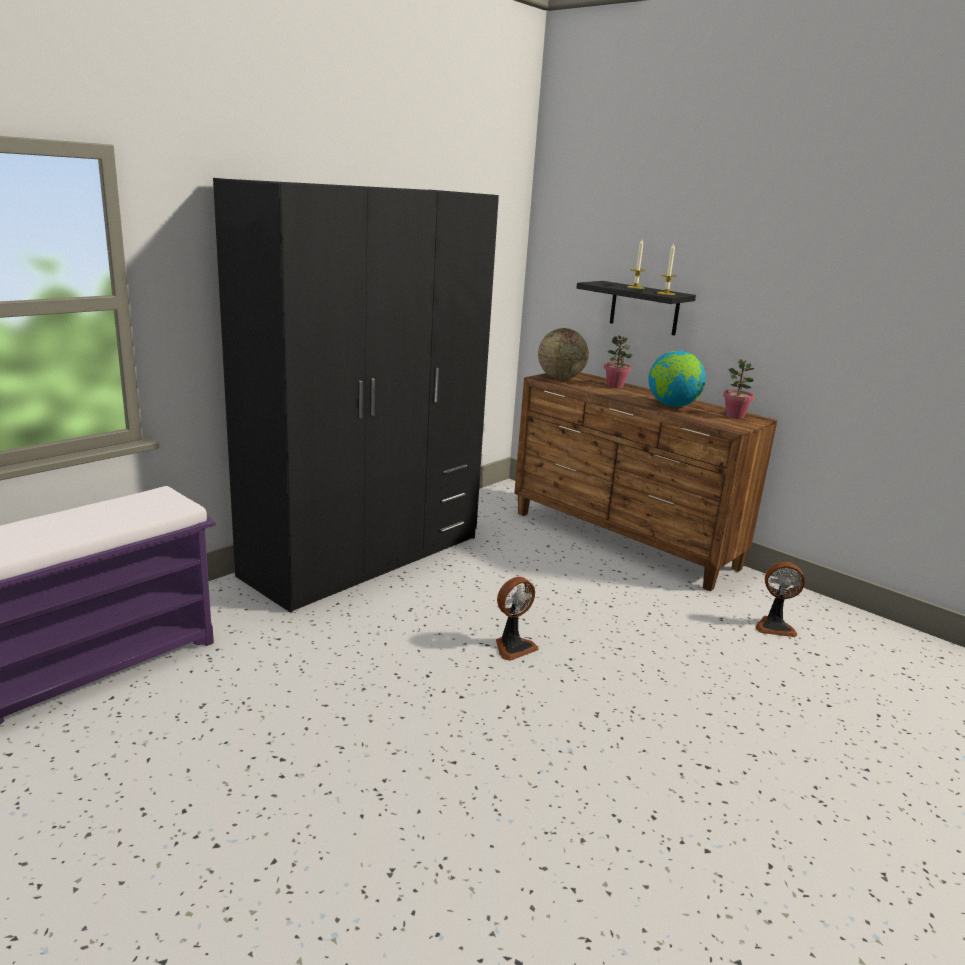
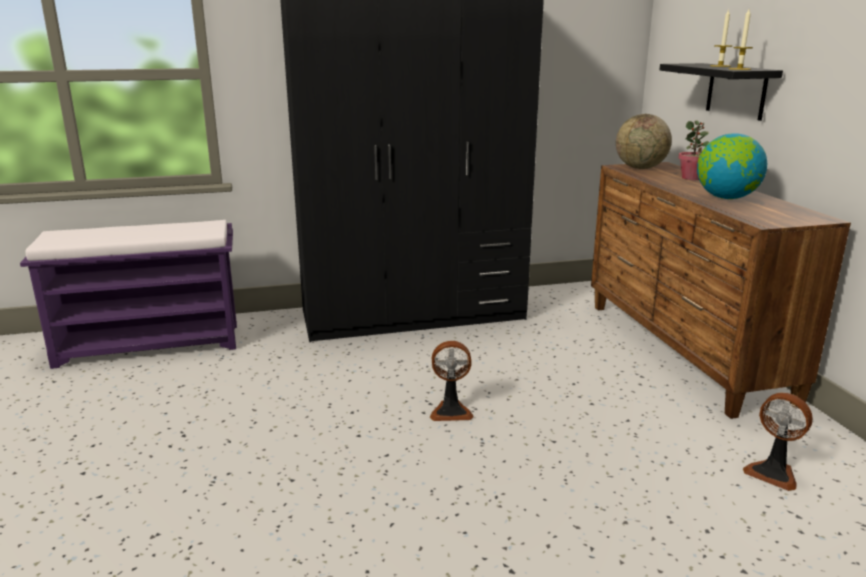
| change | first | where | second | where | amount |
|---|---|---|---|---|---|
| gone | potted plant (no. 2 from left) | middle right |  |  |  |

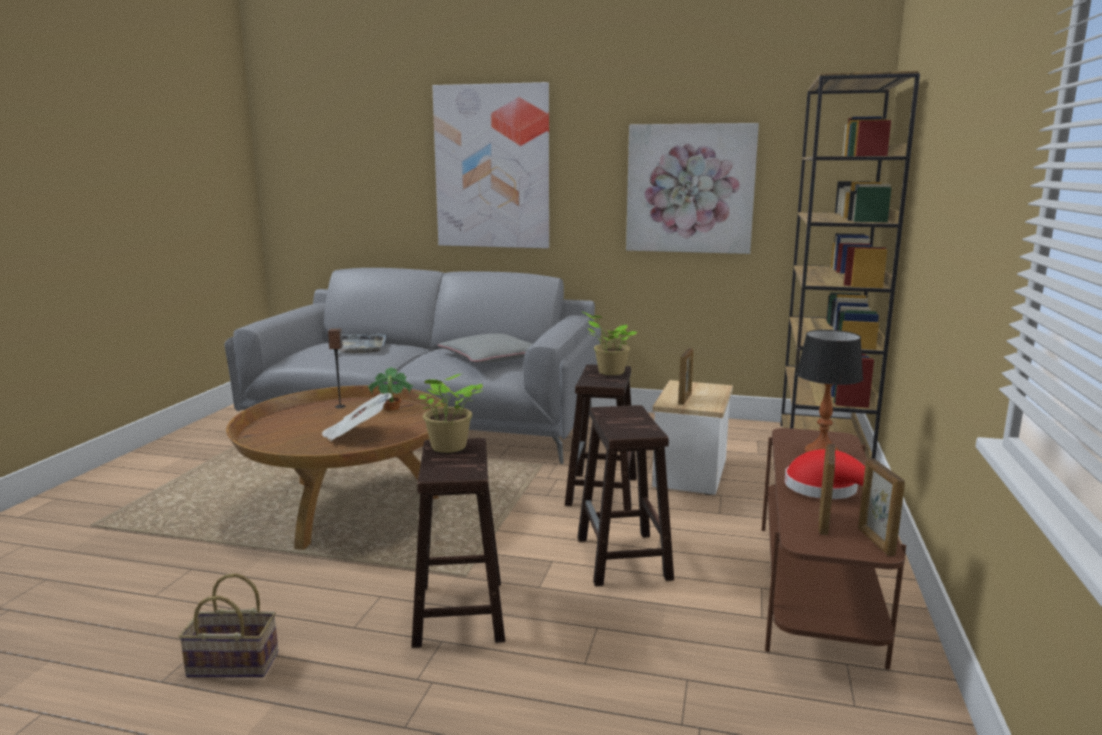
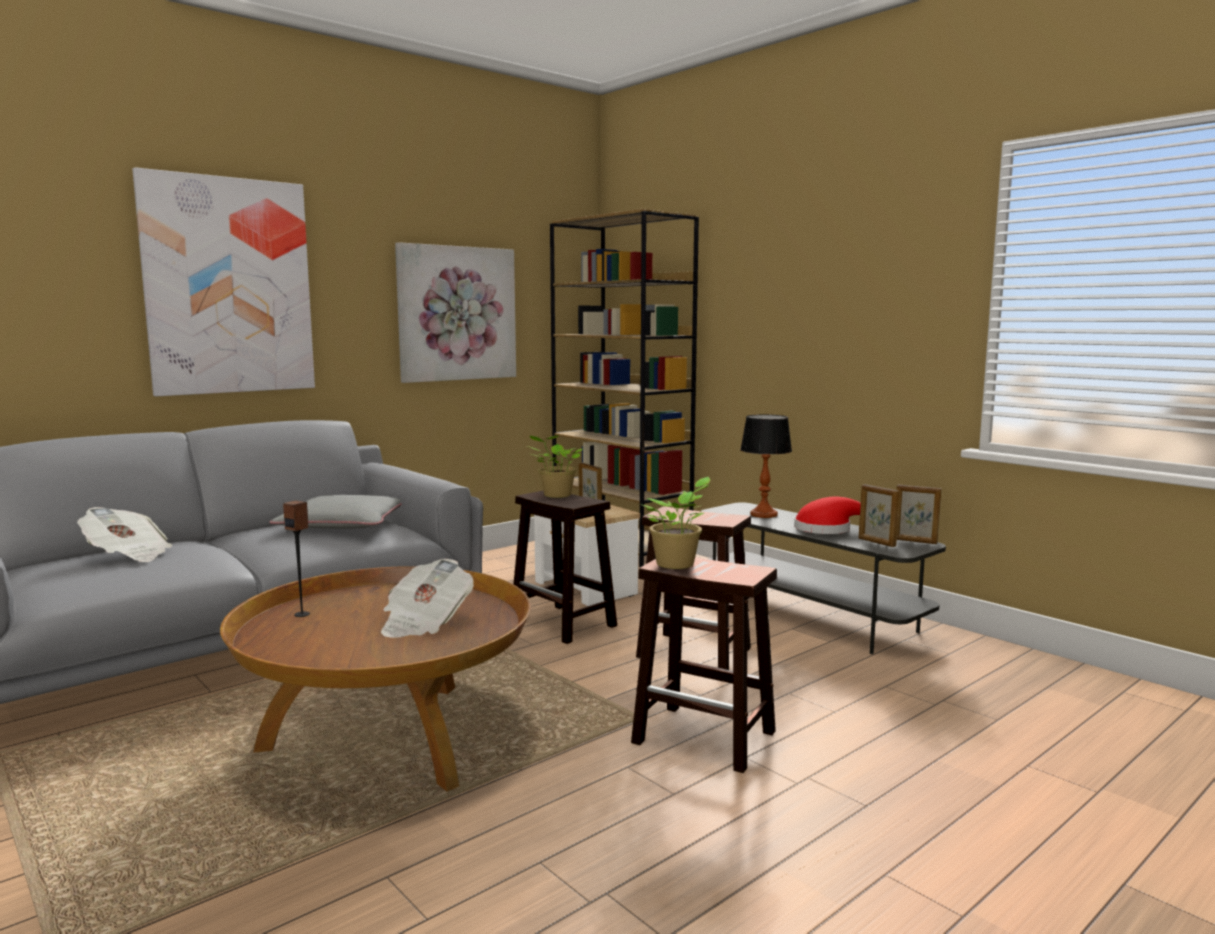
| change | first | where | second | where | amount |
|---|---|---|---|---|---|
| gone | basket | bottom left |  |  |  |
| gone | potted plant (no. 1 from left) | centre |  |  |  |
| swapped | tray (grey) | middle left | newspaper (no. 1 from left) | middle left |  |
| repainted | tv stand (brown) | bottom right | tv stand (grey) | middle right |  |

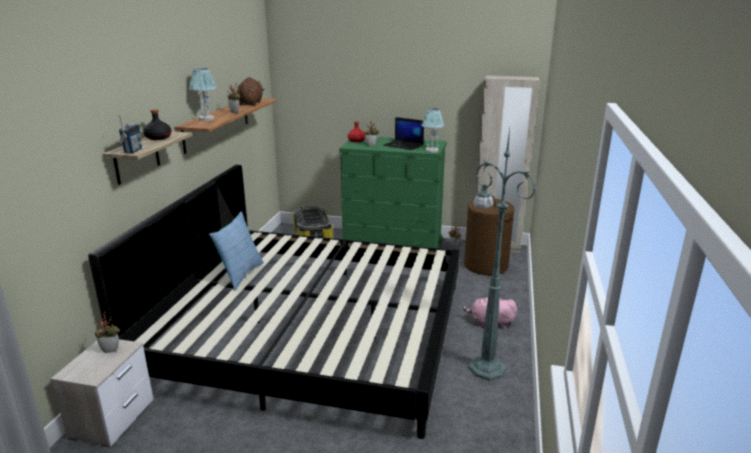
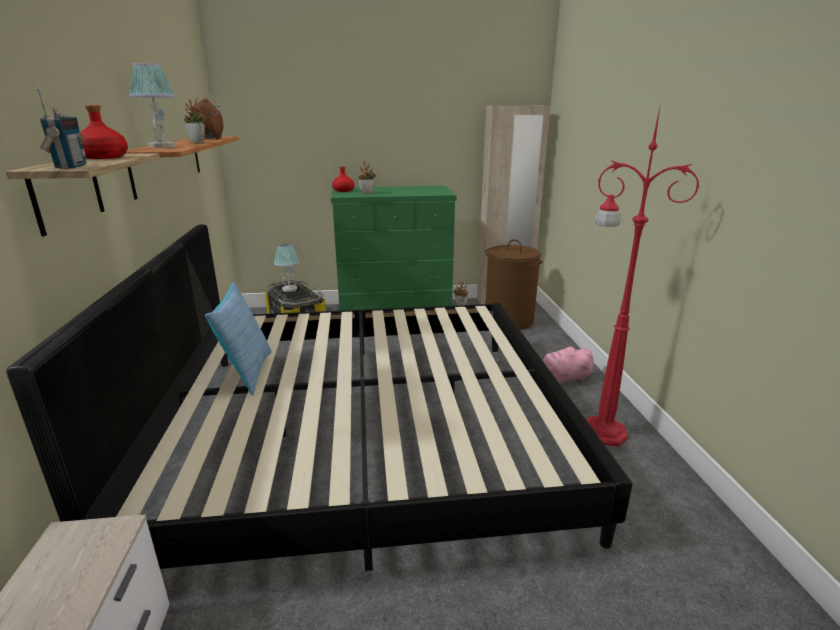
| change | first | where | second | where | amount |
|---|---|---|---|---|---|
| gone | potted plant (no. 1 from left) | bottom left |  |  |  |
| gone | laptop | top centre |  |  |  |
| shifted | table lamp (no. 2 from left) | top centre |  | centre |  |
| repainted | bottle (black) | top left | bottle (red) (no. 1 from left) | top left |  |
| repainted | floor lamp (green) | middle right | floor lamp (red) | middle right |  |

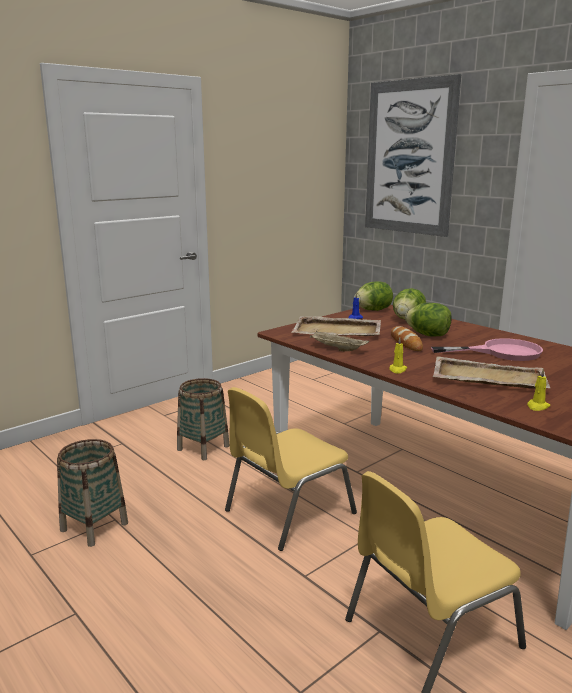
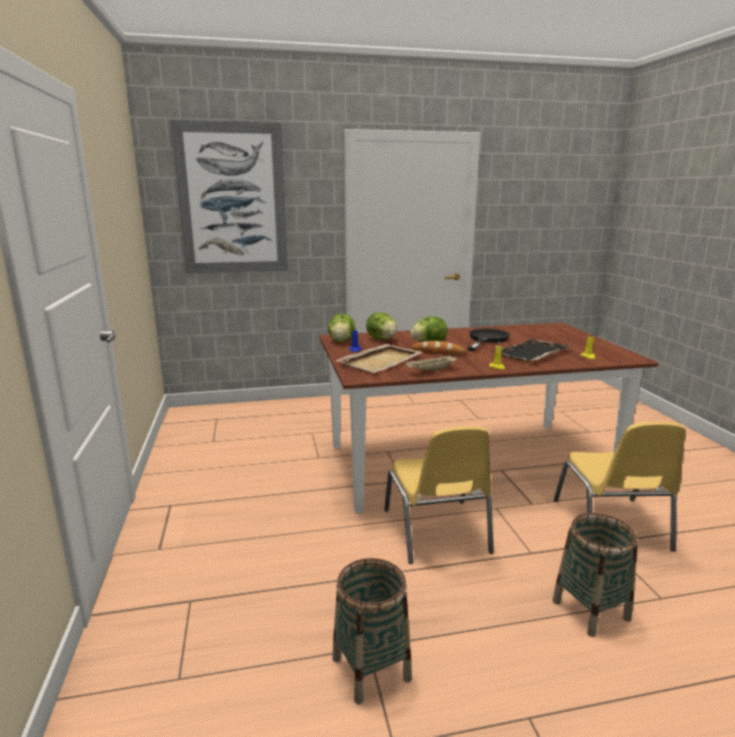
| change | first | where | second | where | amount |
|---|---|---|---|---|---|
| shifted | basket (no. 2 from left) | centre |  | bottom right |  |
| repainted | frying pan (pink) | middle right | frying pan (black) | centre |  |
| repainted | tray (beige) (no. 3 from left) | middle right | tray (black) | middle right |  |

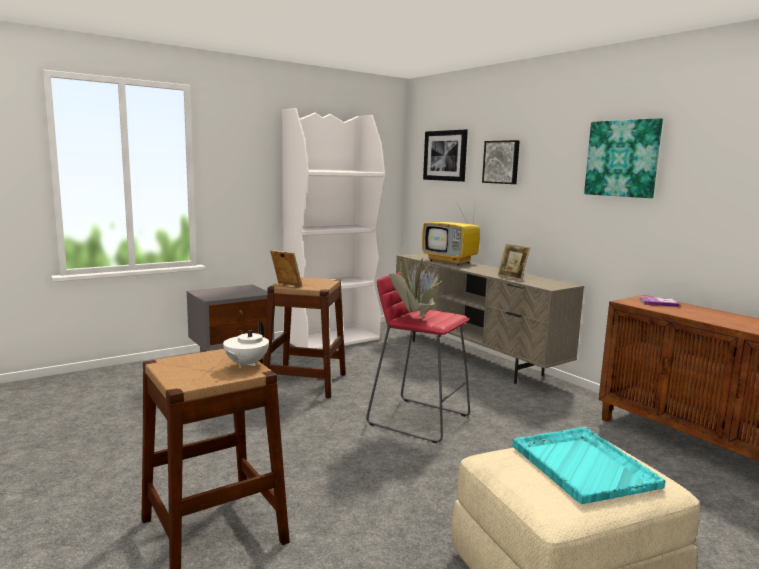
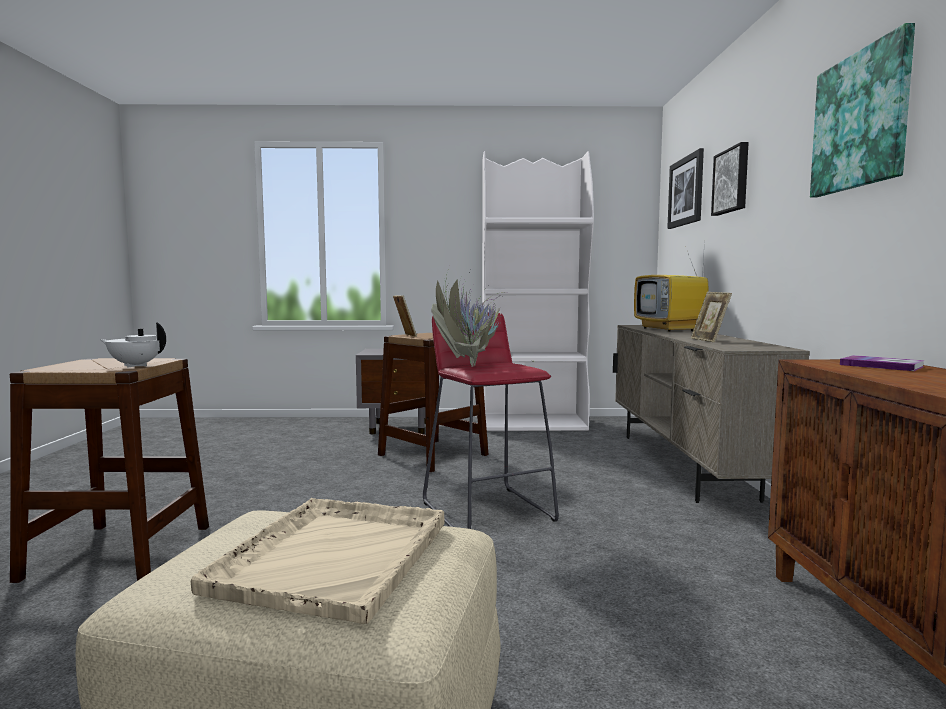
| change | first | where | second | where | amount |
|---|---|---|---|---|---|
| repainted | tray (turquoise) | bottom right | tray (beige) | bottom centre |  |
| rotated | teapot (white) | middle left |  | middle left | 45 degrees clockwise |

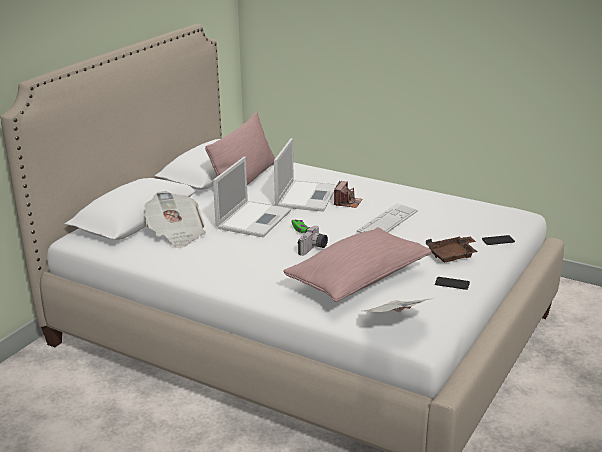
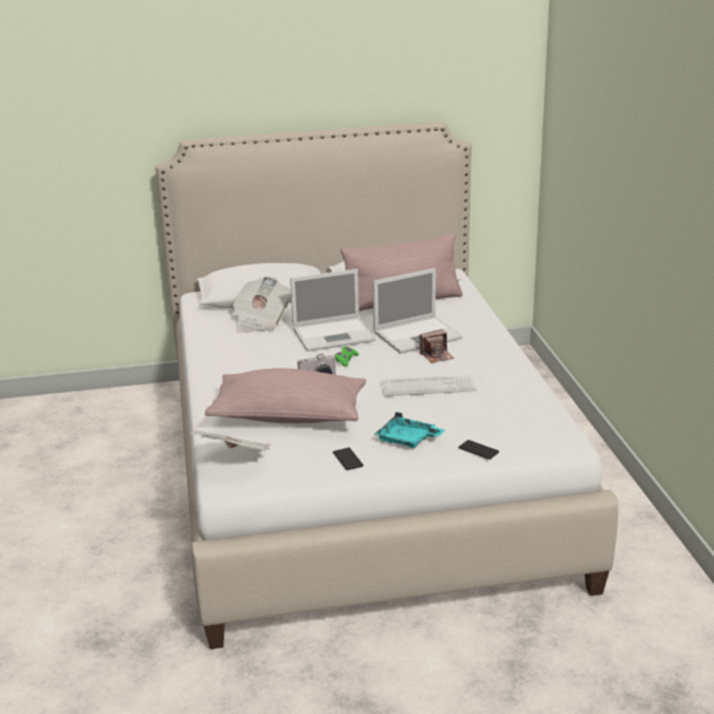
| change | first | where | second | where | amount |
|---|---|---|---|---|---|
| repainted | tray (brown) | middle right | tray (turquoise) | centre |  |

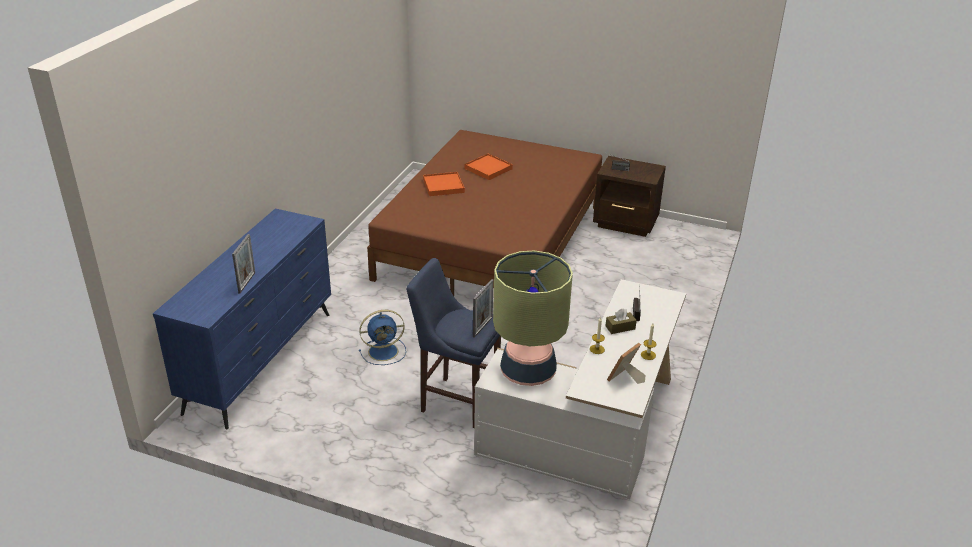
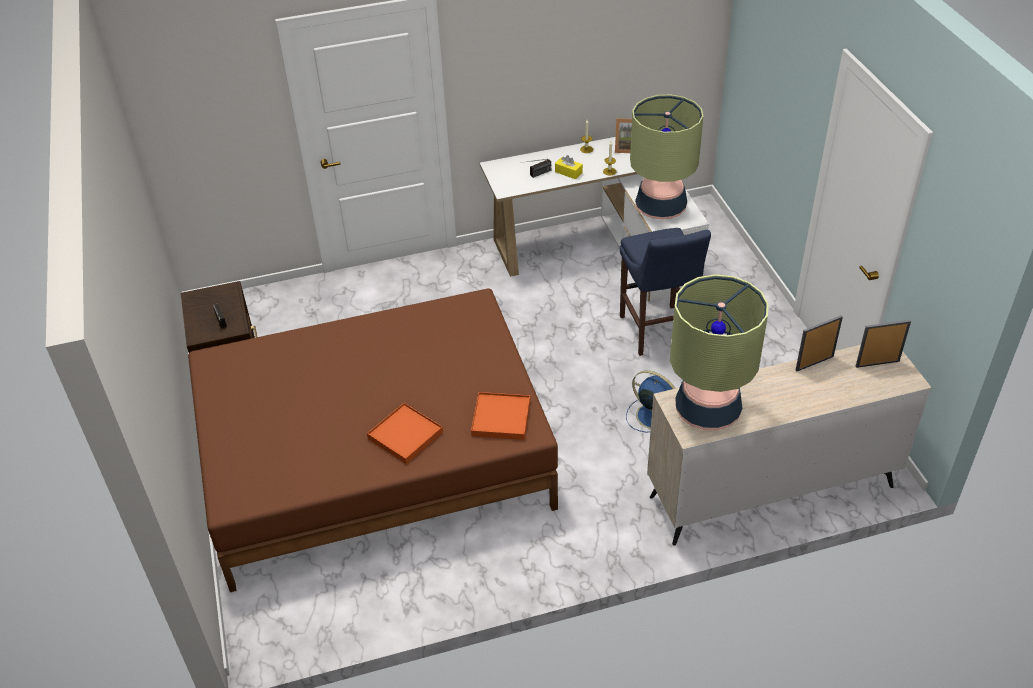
| change | first | where | second | where | amount |
|---|---|---|---|---|---|
| new |  |  | table lamp (no. 2 from left) | middle right |  |
| shifted | tray (orange) (no. 2 from left) | top centre |  | centre |  |
| shifted | picture frame (no. 2 from left in the first image) | centre | picture frame (no. 3 from left) | middle right |  |
| repainted | dresser (blue) | middle left | dresser (beige) | middle right |  |
| repainted | tissue box (brown) | centre | tissue box (yellow) | top centre |  |

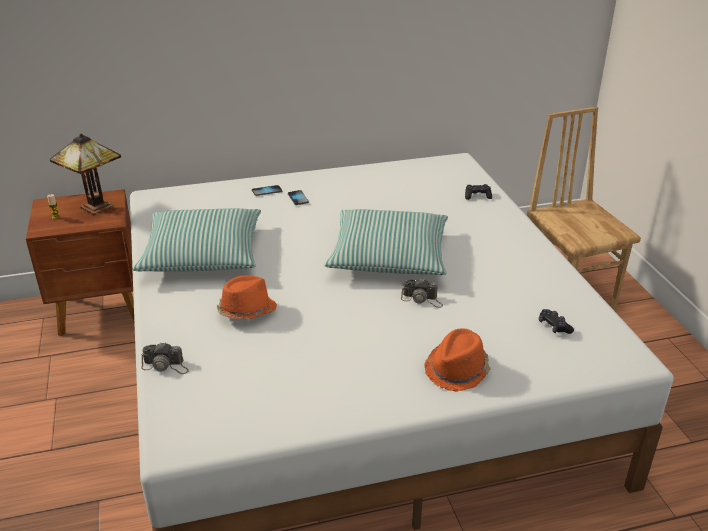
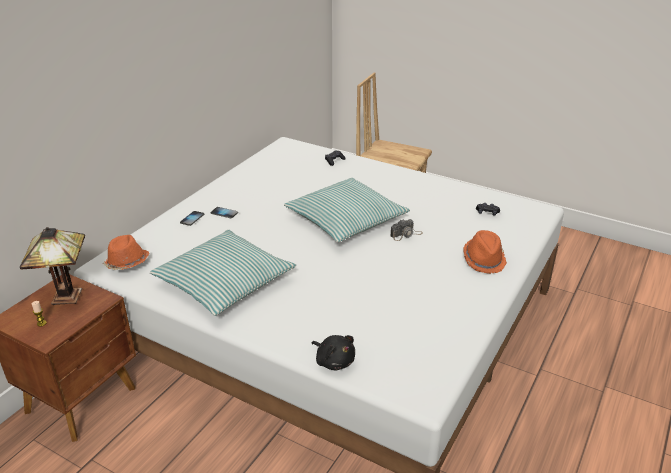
| change | first | where | second | where | amount |
|---|---|---|---|---|---|
| shifted | hat (orange) (no. 1 from left) | centre |  | middle left |  |
| swapped | photo camera (no. 1 from left) | bottom left | plush toy (black) | bottom centre |  |

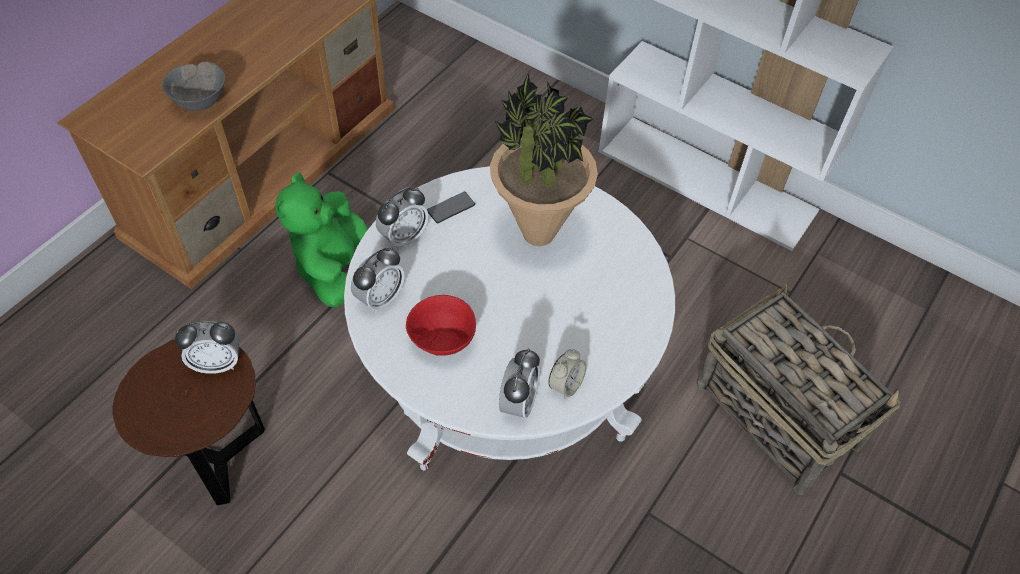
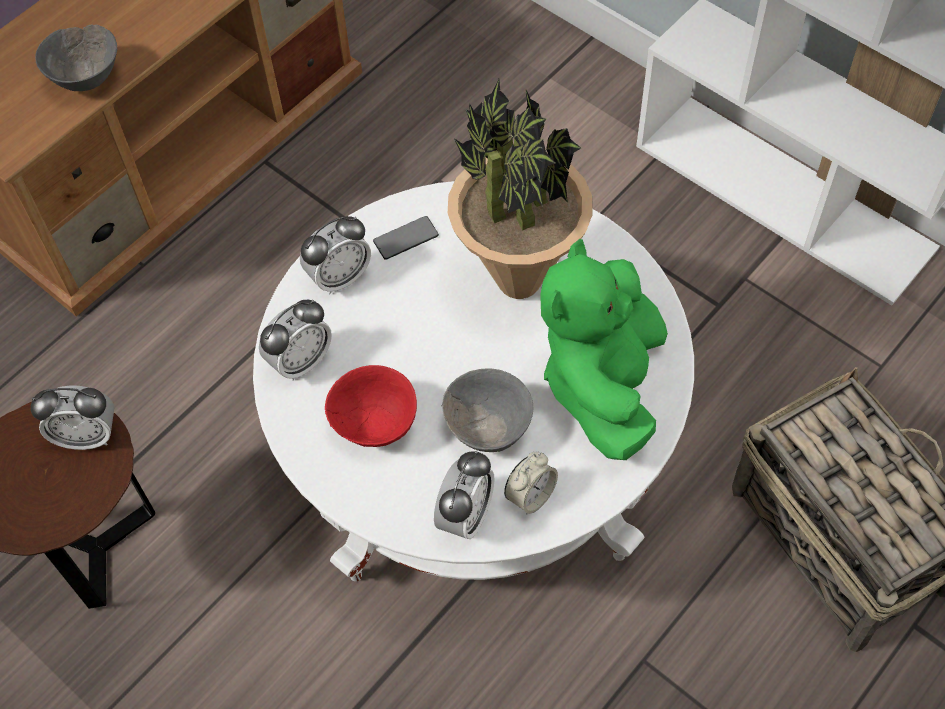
| change | first | where | second | where | amount |
|---|---|---|---|---|---|
| new |  |  | bowl (grey) (no. 2 from left) | centre |  |
| shifted | plush toy (green) | middle left |  | centre |  |

